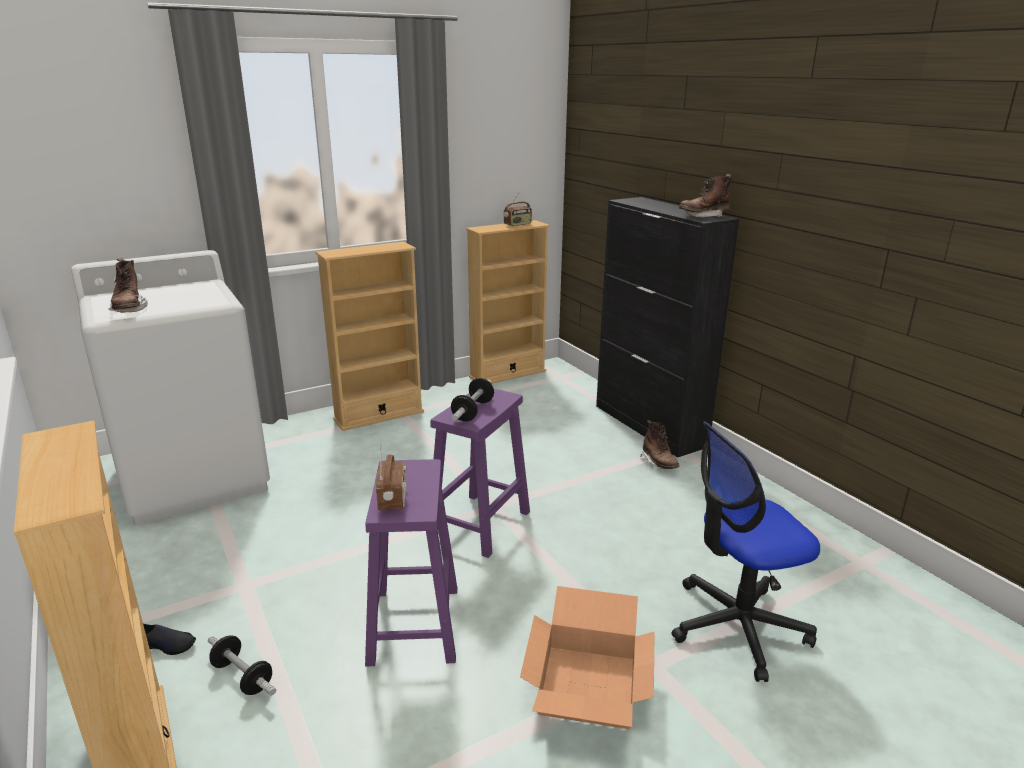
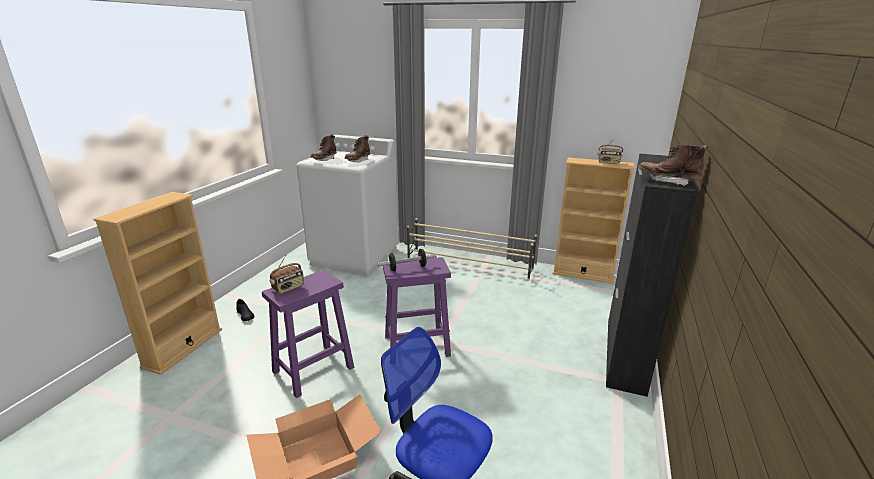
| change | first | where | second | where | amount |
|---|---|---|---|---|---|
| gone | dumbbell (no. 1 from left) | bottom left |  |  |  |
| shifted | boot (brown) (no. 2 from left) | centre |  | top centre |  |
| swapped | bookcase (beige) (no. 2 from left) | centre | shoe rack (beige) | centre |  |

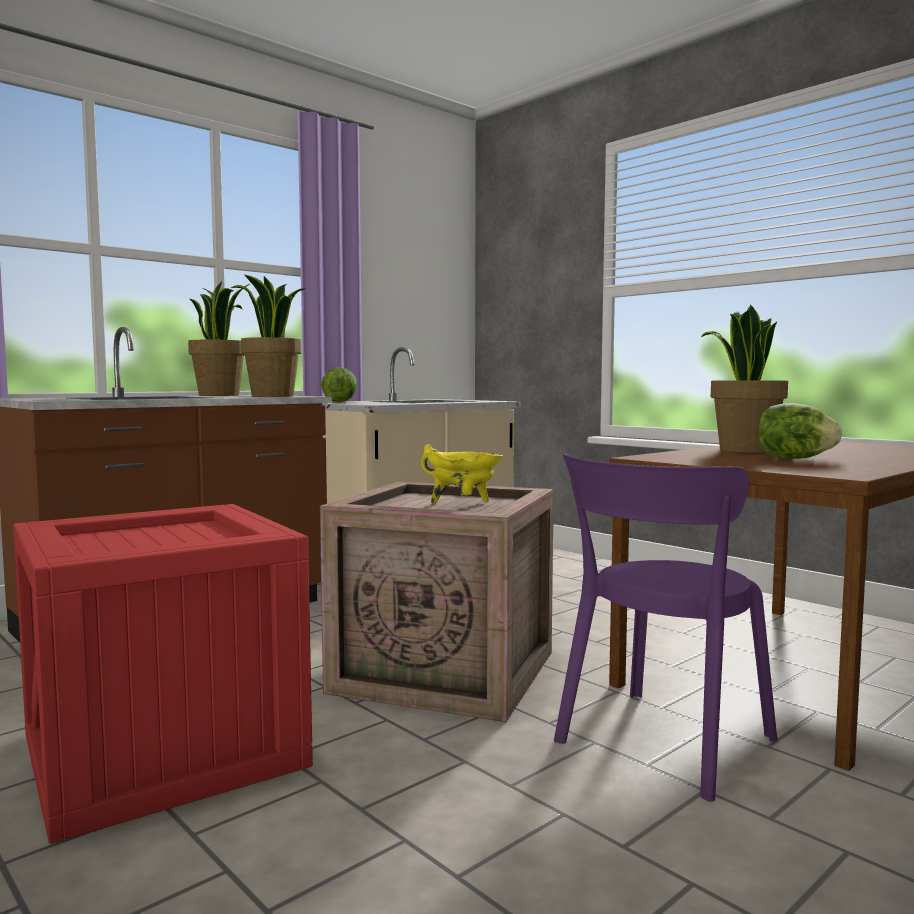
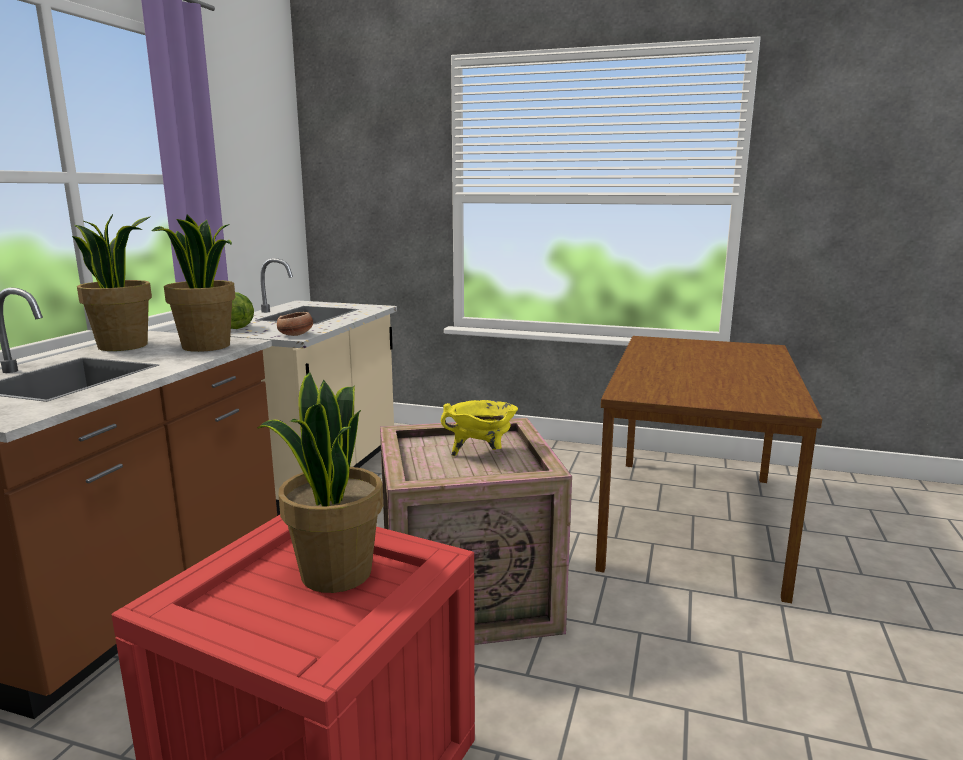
| change | first | where | second | where | amount |
|---|---|---|---|---|---|
| gone | chair (purple) | bottom right |  |  |  |
| gone | lettuce (no. 2 from left) | middle right |  |  |  |
| new |  |  | bowl | middle left |  |
| shifted | potted plant (no. 3 from left) | middle right |  | middle left |  |

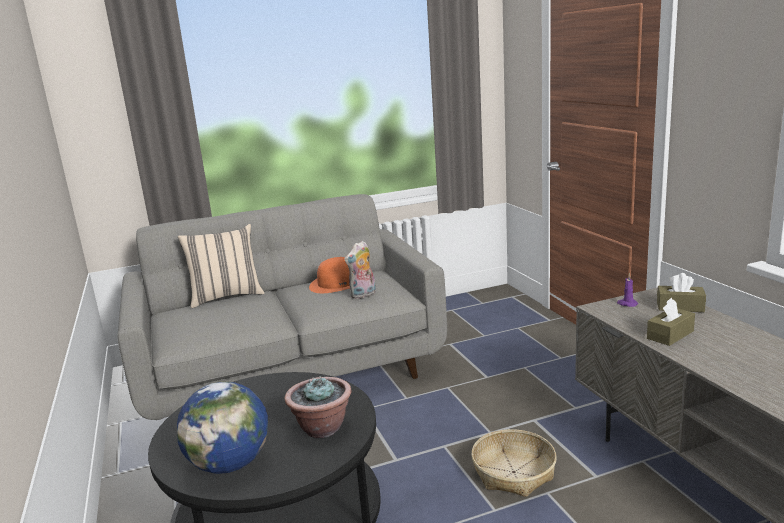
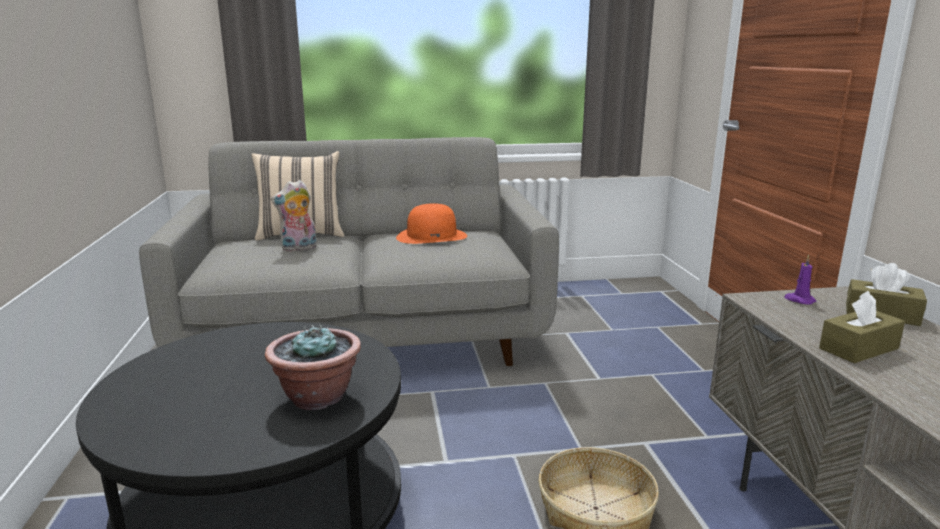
| change | first | where | second | where | amount |
|---|---|---|---|---|---|
| gone | globe | bottom left |  |  |  |
| shifted | plush toy | centre |  | middle left |  |

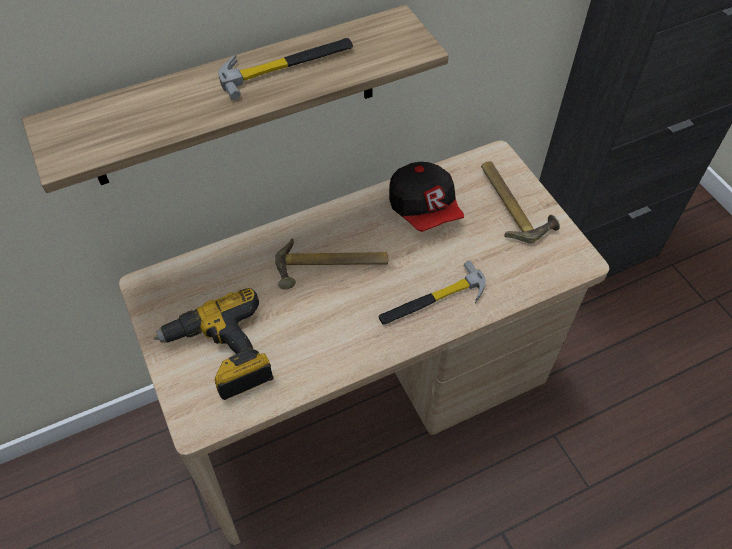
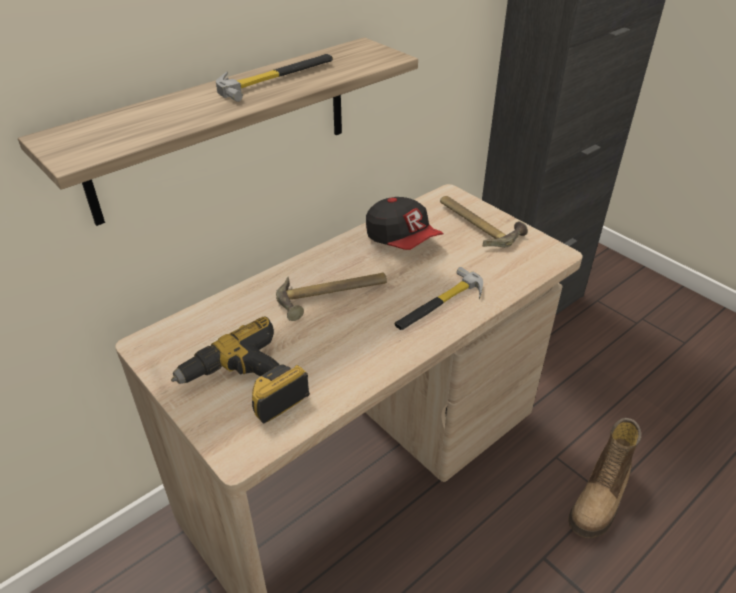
| change | first | where | second | where | amount |
|---|---|---|---|---|---|
| new |  |  | boot | bottom right |  |

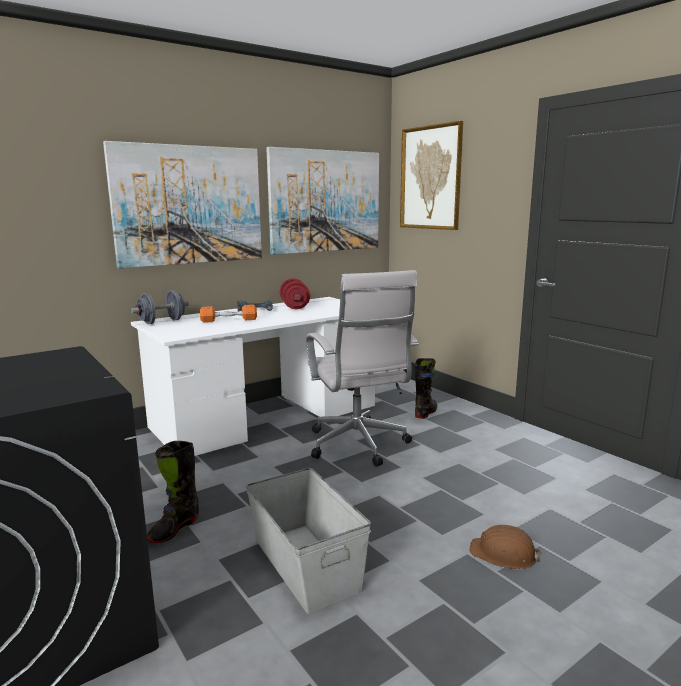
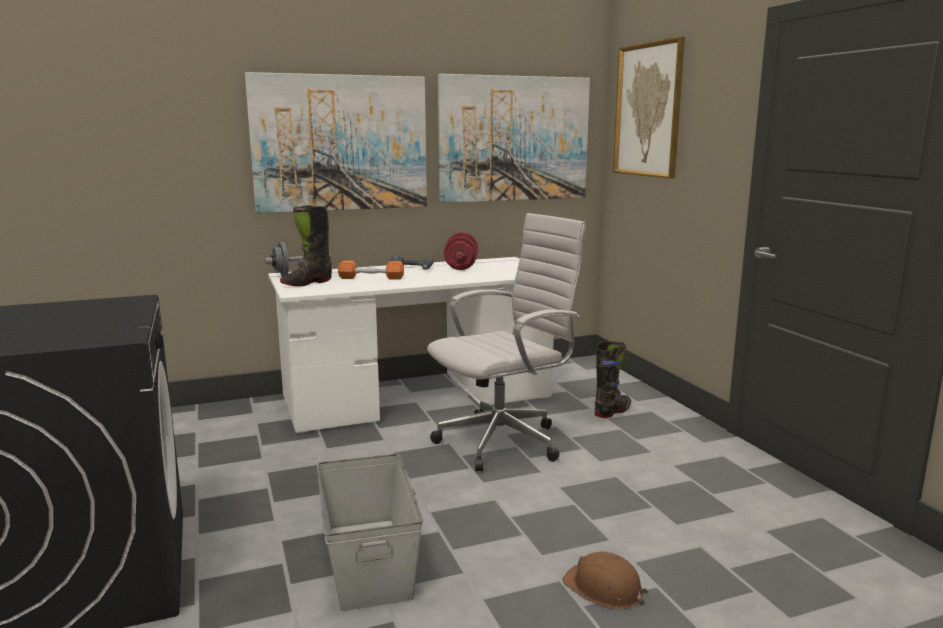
| change | first | where | second | where | amount |
|---|---|---|---|---|---|
| shifted | boot (black) (no. 1 from left) | bottom left |  | middle left |  |
| rotated | office chair (white) | centre |  | centre | 120 degrees counterclockwise |

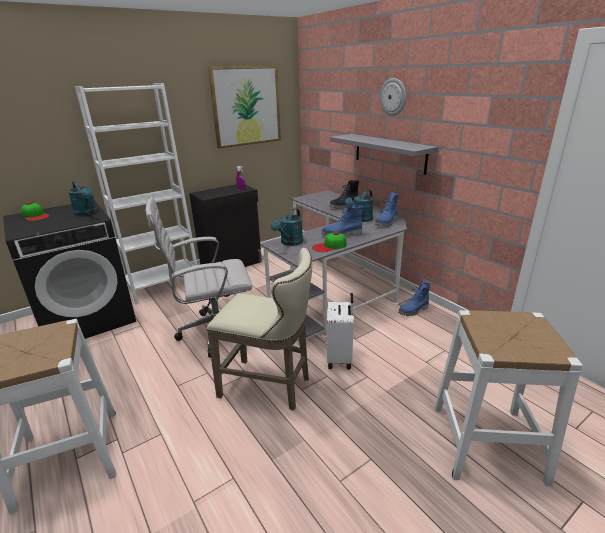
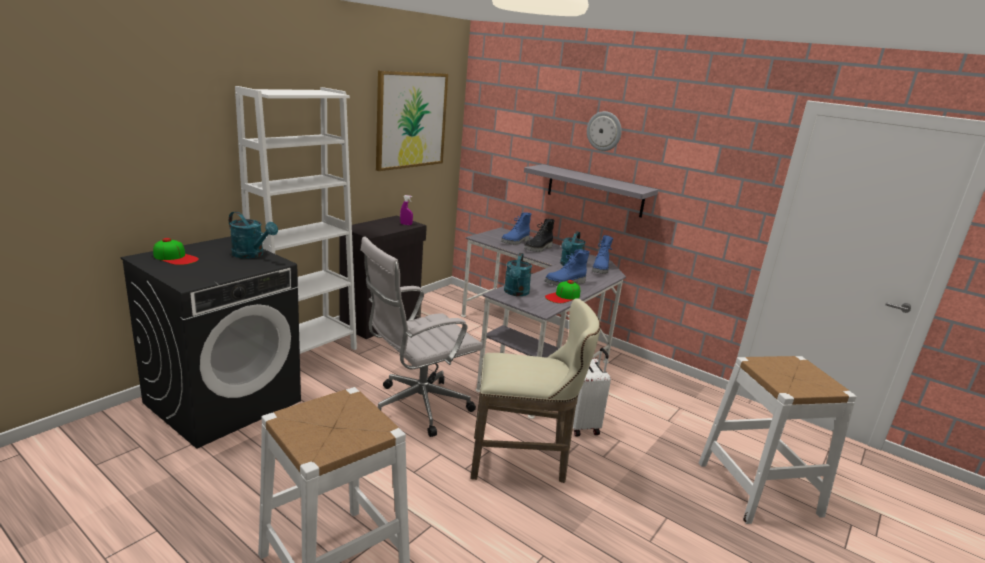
| change | first | where | second | where | amount |
|---|---|---|---|---|---|
| shifted | boot (blue) (no. 3 from left in the first image) | middle right | boot (blue) (no. 1 from left) | centre |  |

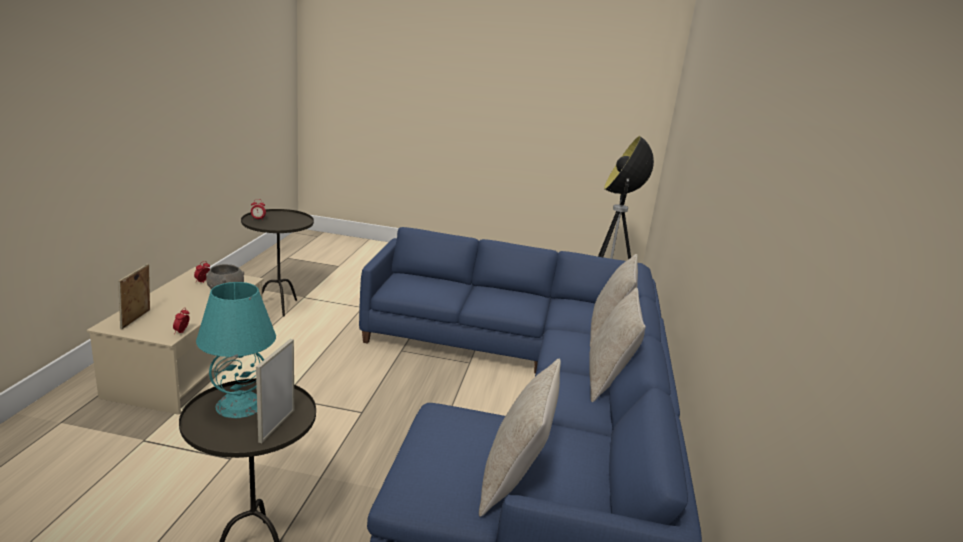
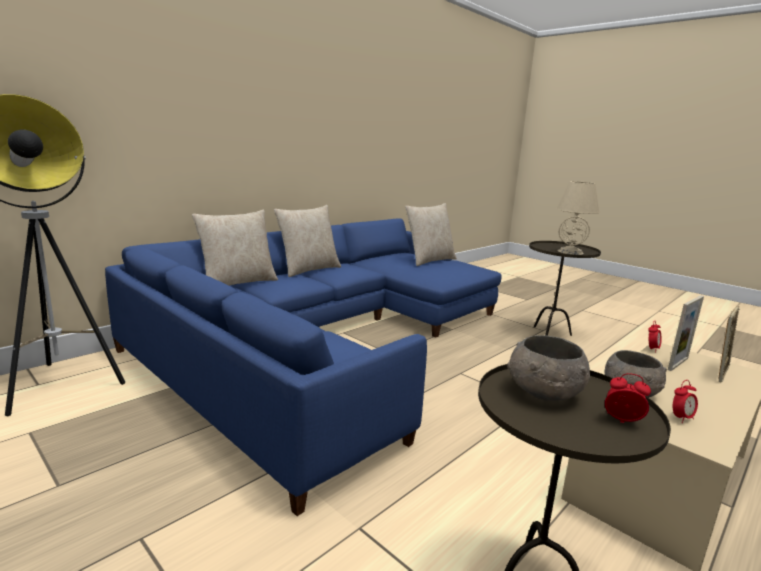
| change | first | where | second | where | amount |
|---|---|---|---|---|---|
| new |  |  | bowl (grey) (no. 1 from left) | middle right |  |
| shifted | picture frame (no. 2 from left in the first image) | bottom left | picture frame (no. 1 from left) | middle right |  |
| repainted | table lamp (turquoise) | middle left | table lamp (beige) | middle right |  |

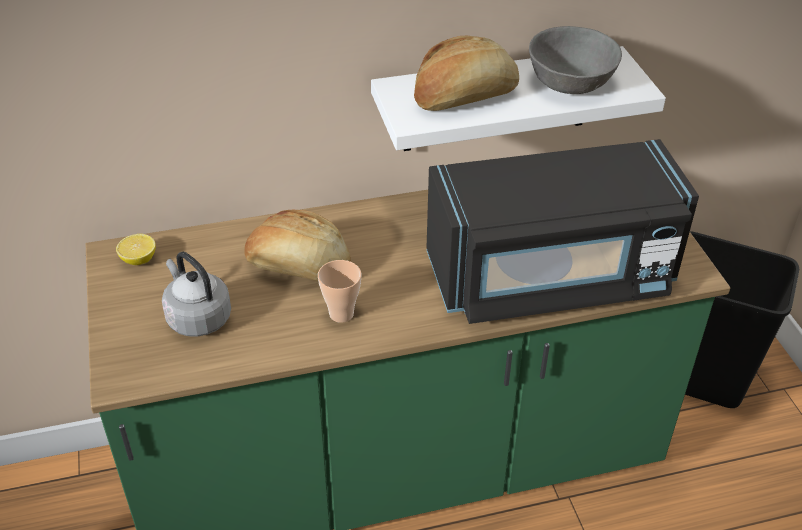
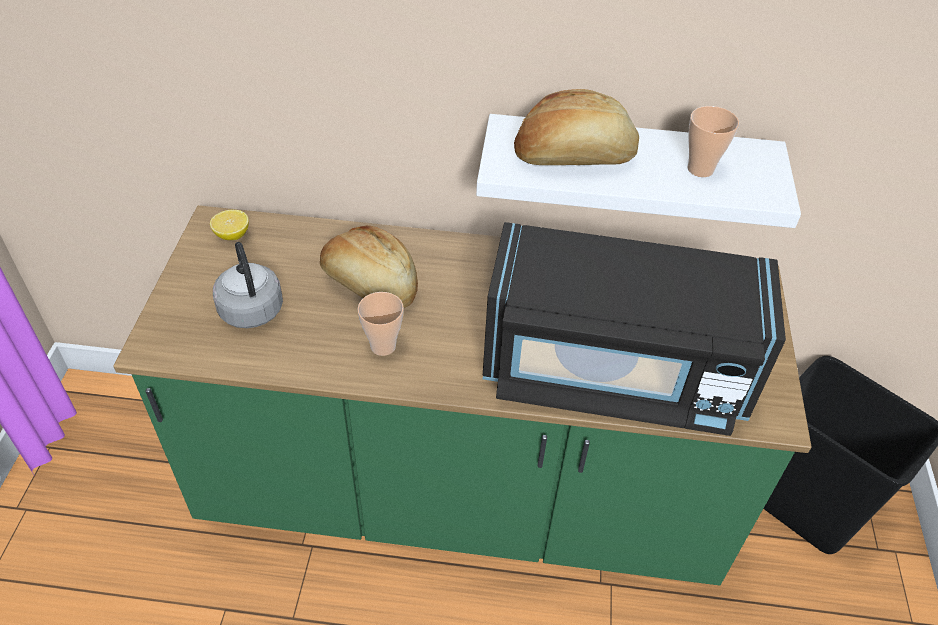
| change | first | where | second | where | amount |
|---|---|---|---|---|---|
| swapped | bowl (grey) | top right | cup (no. 2 from left) | top right |  |

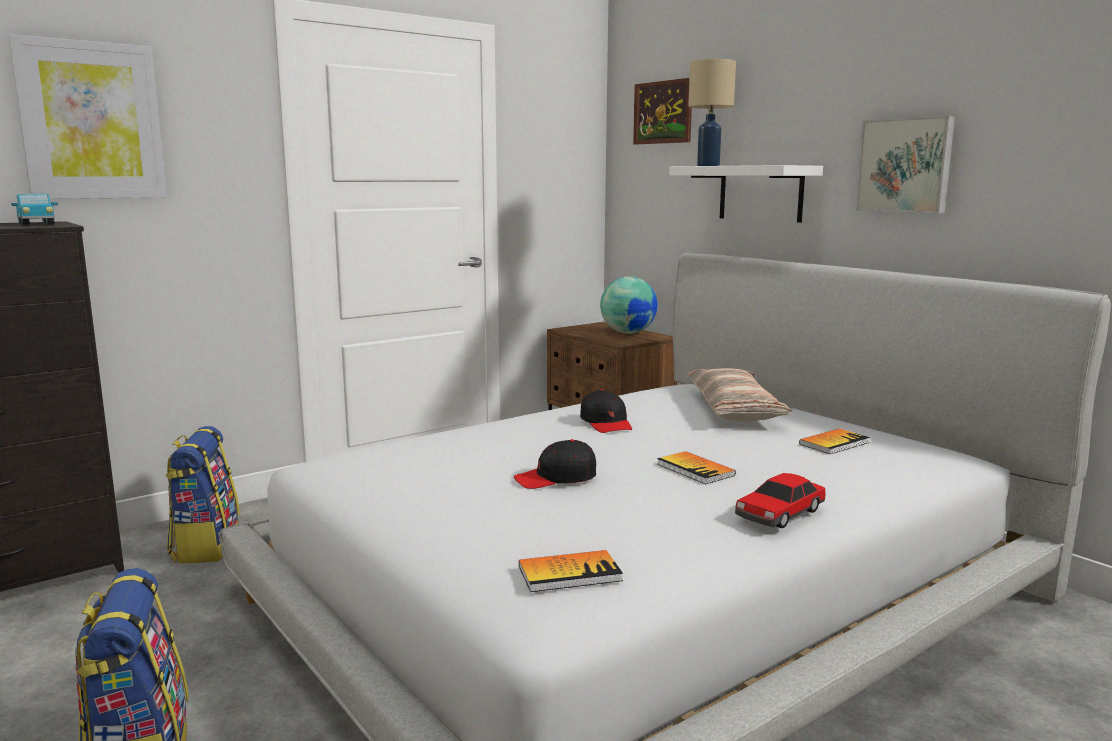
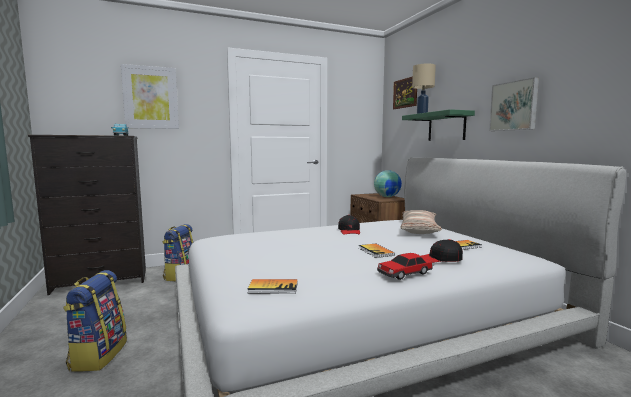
| change | first | where | second | where | amount |
|---|---|---|---|---|---|
| shifted | cap (black) (no. 1 from left in the first image) | centre | cap (black) (no. 2 from left) | middle right |  |
| repainted | shelf (white) | top right | shelf (green) | top right |  |

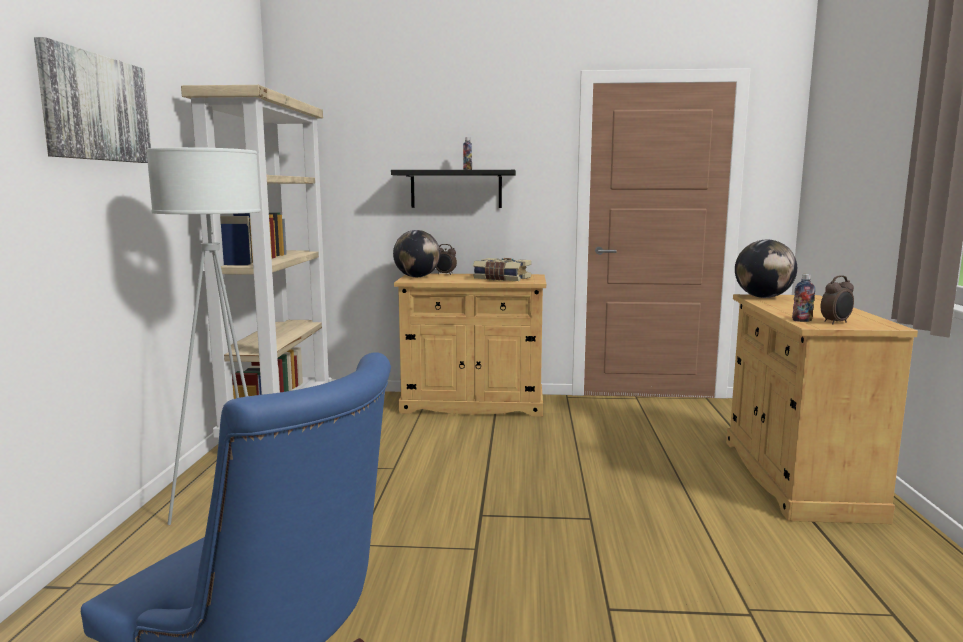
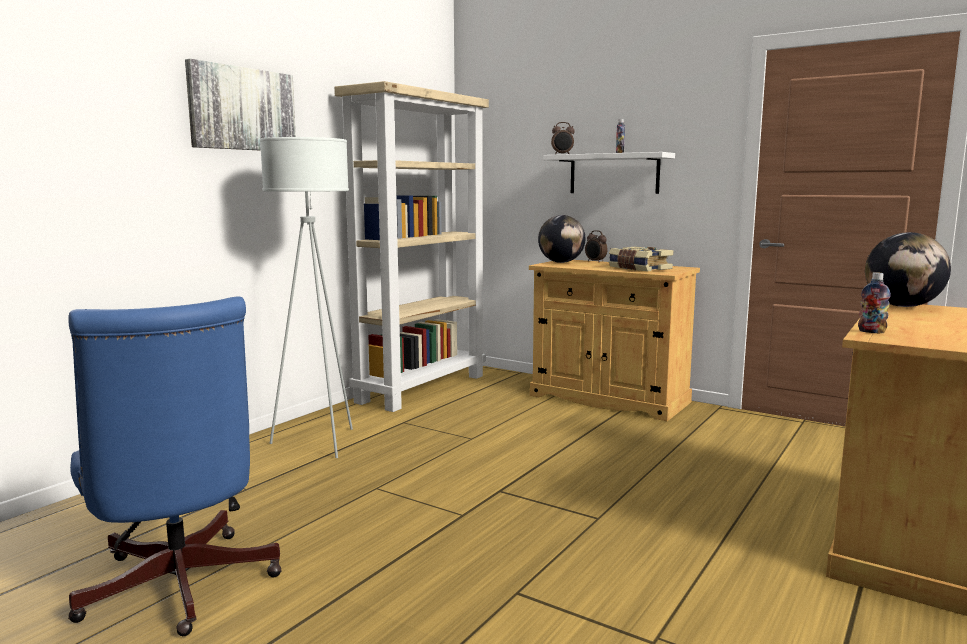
| change | first | where | second | where | amount |
|---|---|---|---|---|---|
| shifted | alarm clock (no. 2 from left in the first image) | middle right | alarm clock (no. 1 from left) | top centre |  |
| repainted | shelf (black) | top centre | shelf (white) | top centre |  |

